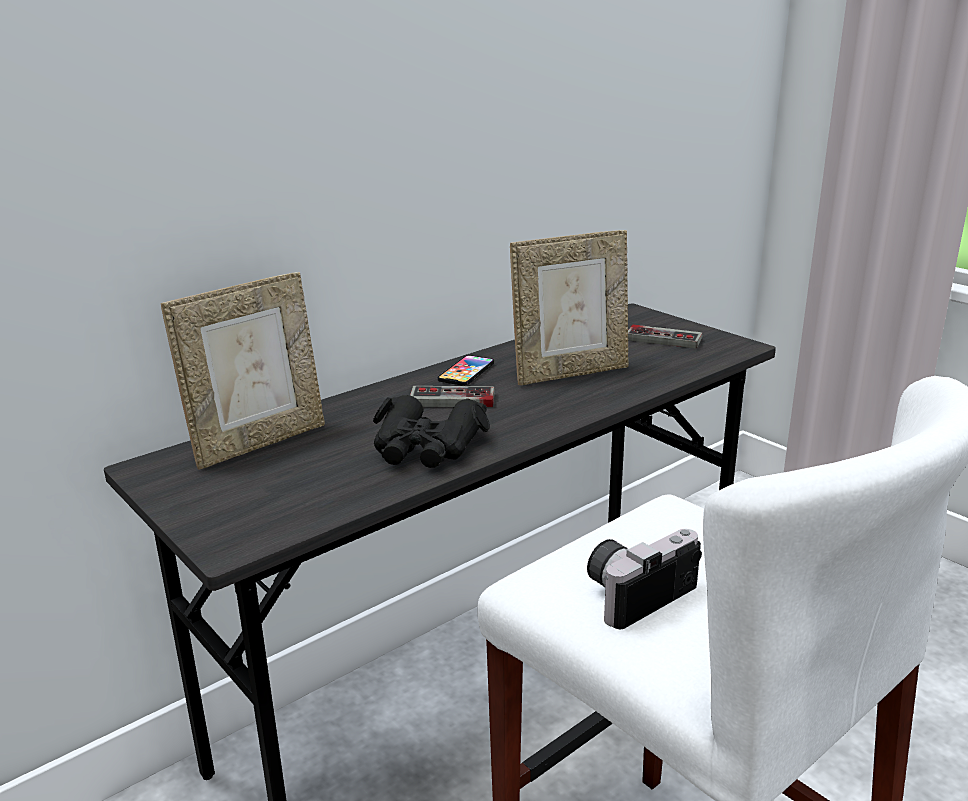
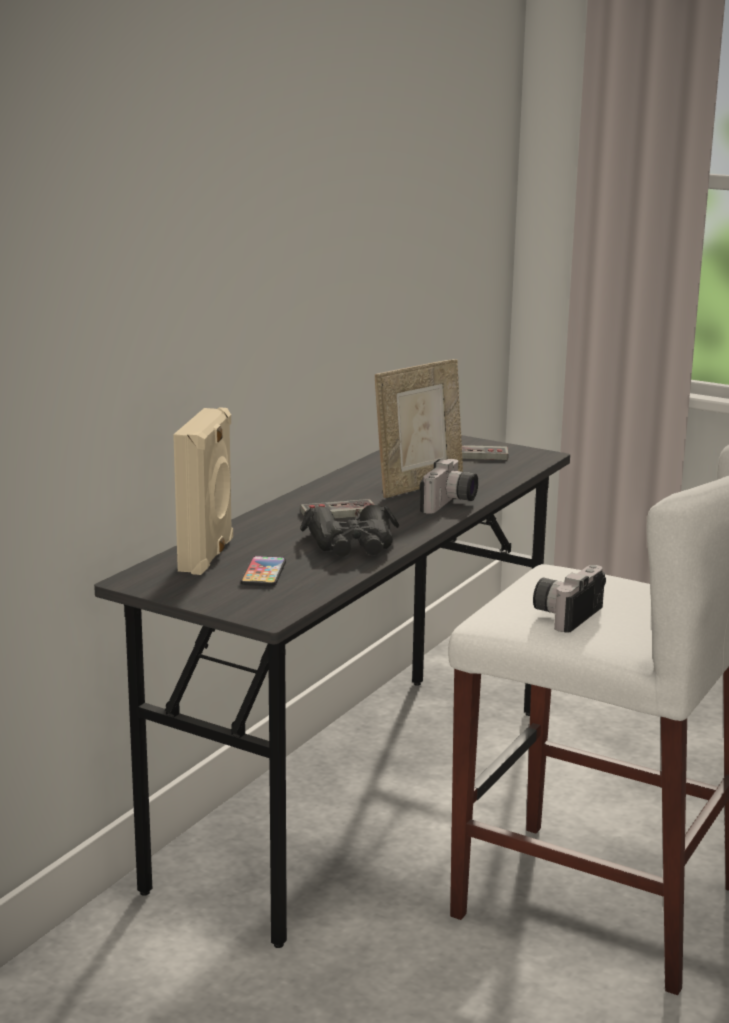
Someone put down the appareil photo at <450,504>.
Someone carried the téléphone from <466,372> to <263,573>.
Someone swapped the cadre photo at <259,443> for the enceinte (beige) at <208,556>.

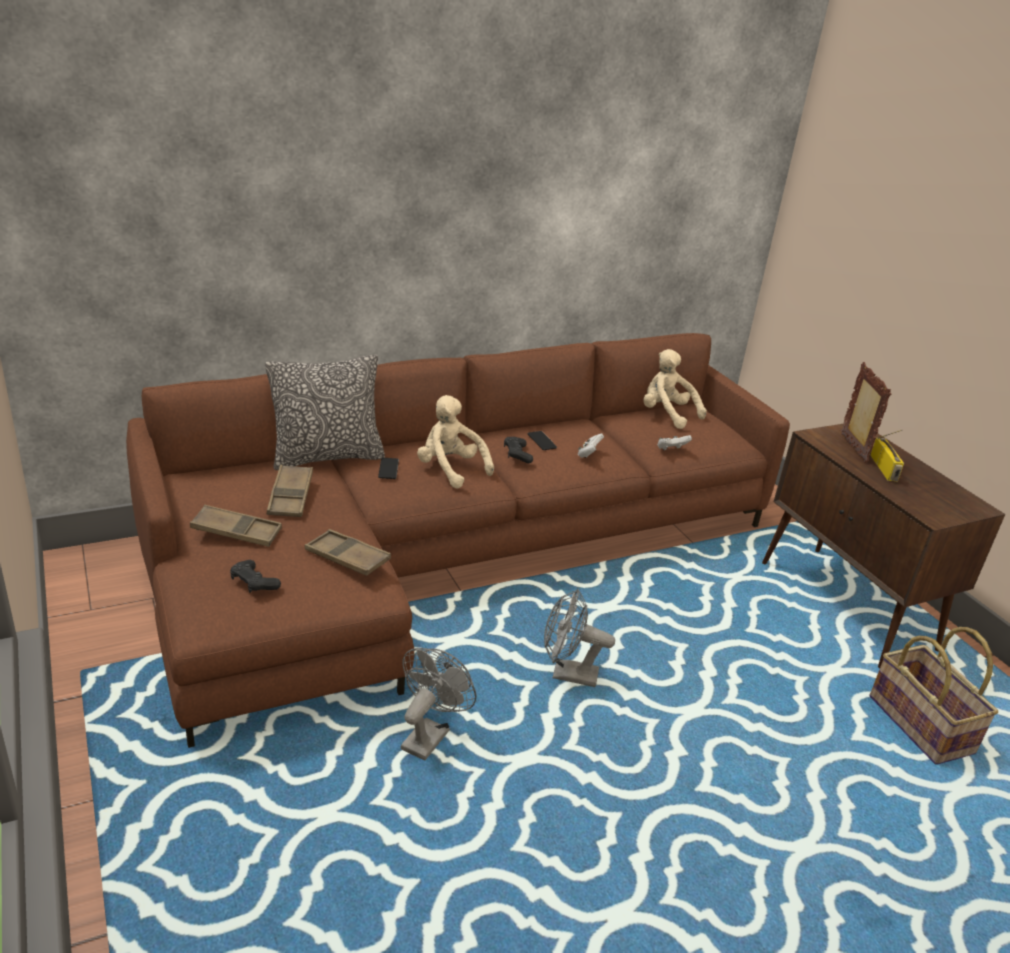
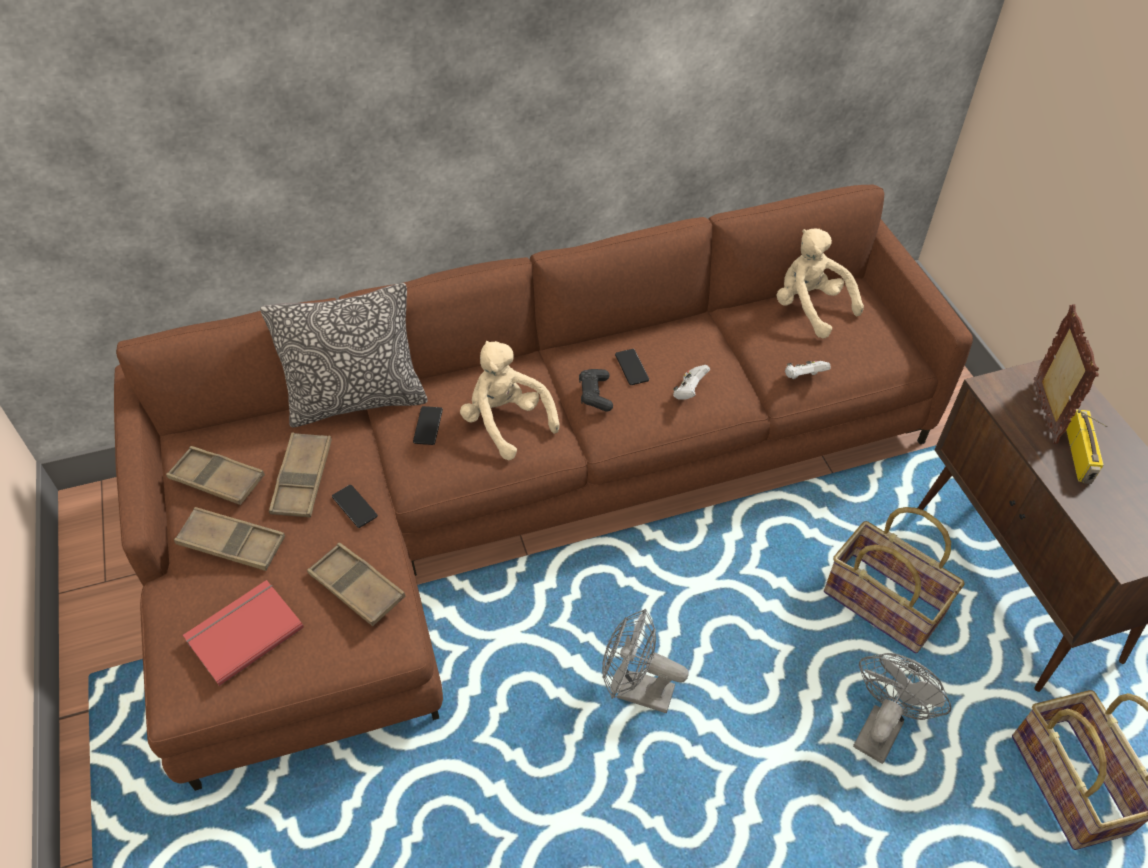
Someone put down the plateau (marron) at <217,480>.
Someone put down the téléphone at <354,506>.
Someone put down the panier at <884,603>.
Someone carried the ventilateur (gris) from <429,735> to <881,727>.
Someone swapped the manette (noir) at <254,583> for the livre (rouge) at <243,632>.

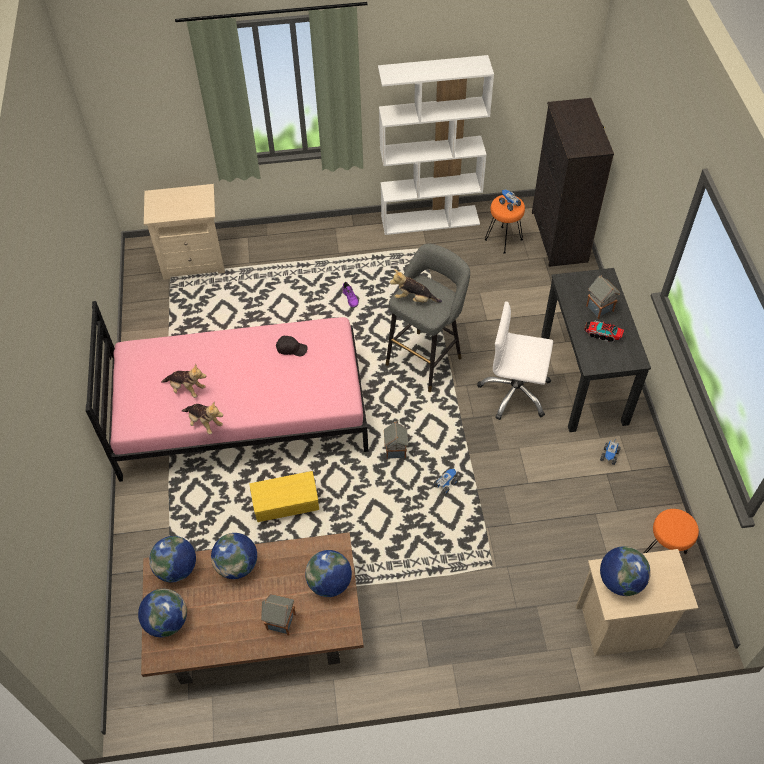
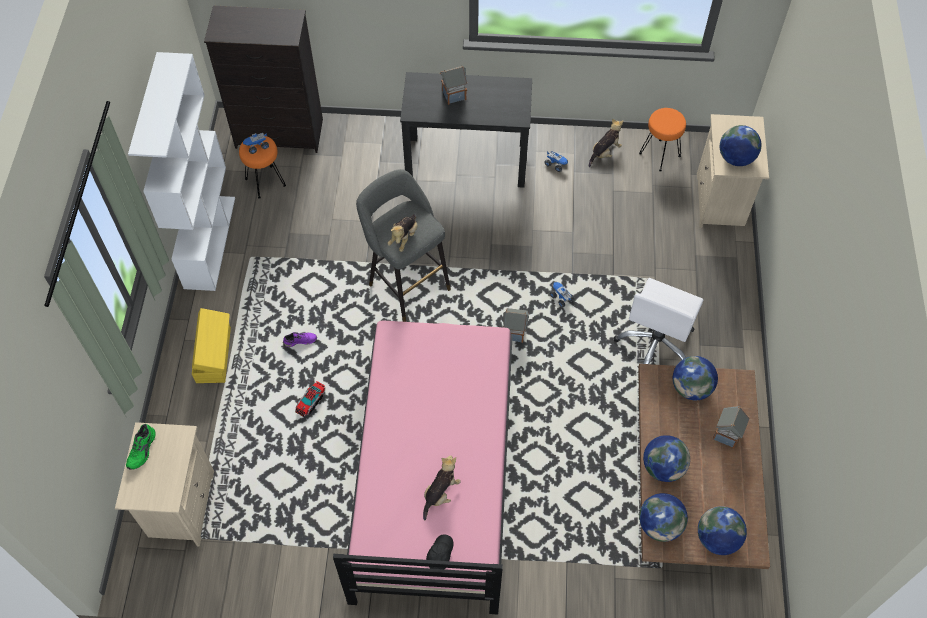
Someone put down the chaussure (vert) at <143,450>.
Someone carried the peluche from <204,423> to <604,152>.
Someone carried the boîte de rangement (jaune) from <287,504> to <214,354>.
Someone carried the casquette (noir) from <291,349> to <440,554>.
Someone carried the chaise de bureau (blanc) from <515,393> to <655,344>.
Someone carried the camion jouet from <602,334> to <310,402>.

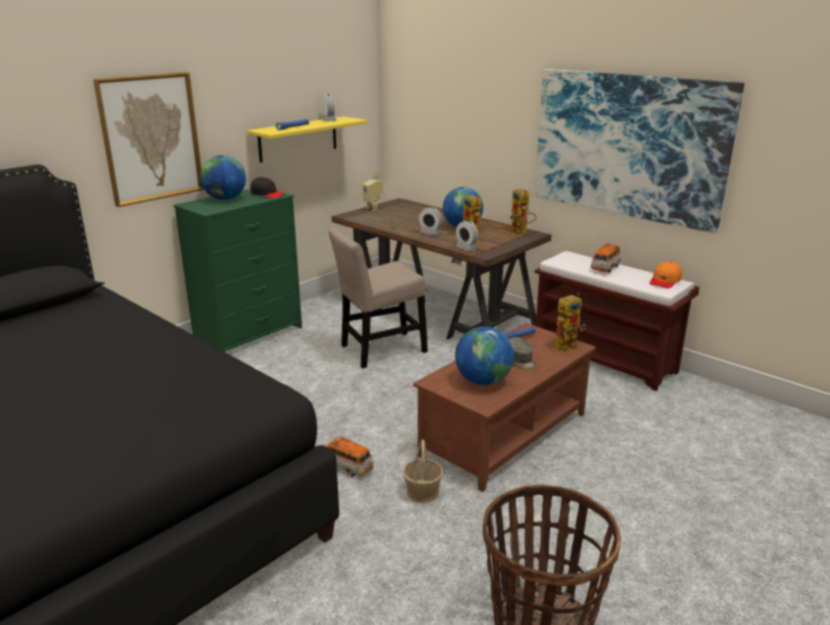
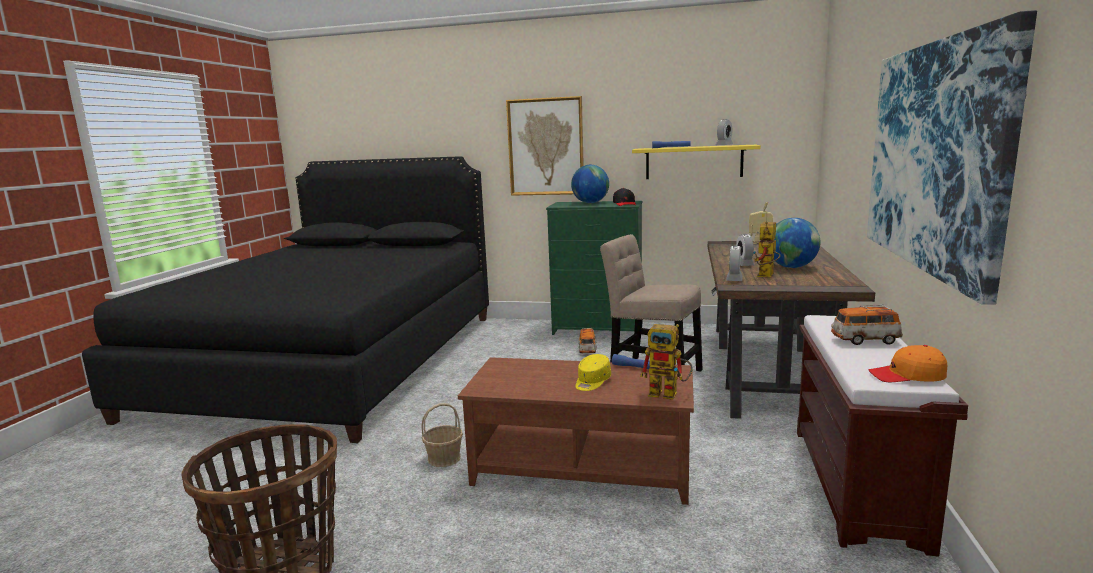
Someone took away the globe at <483,381>.
Someone took away the robot jouet at <521,232>.
Someone carried the petite voiture from <349,467> to <587,350>.
Someone repainted the casquette (gris) at <520,361>, which became the casquette (jaune) at <592,382>.

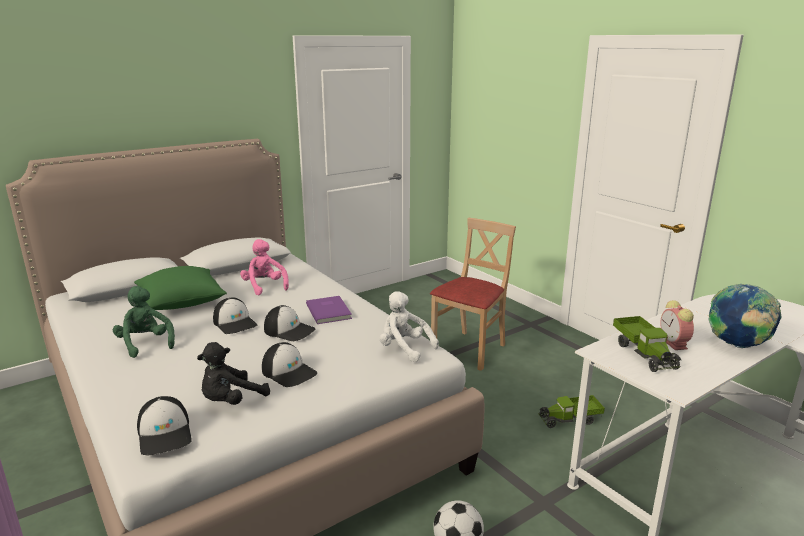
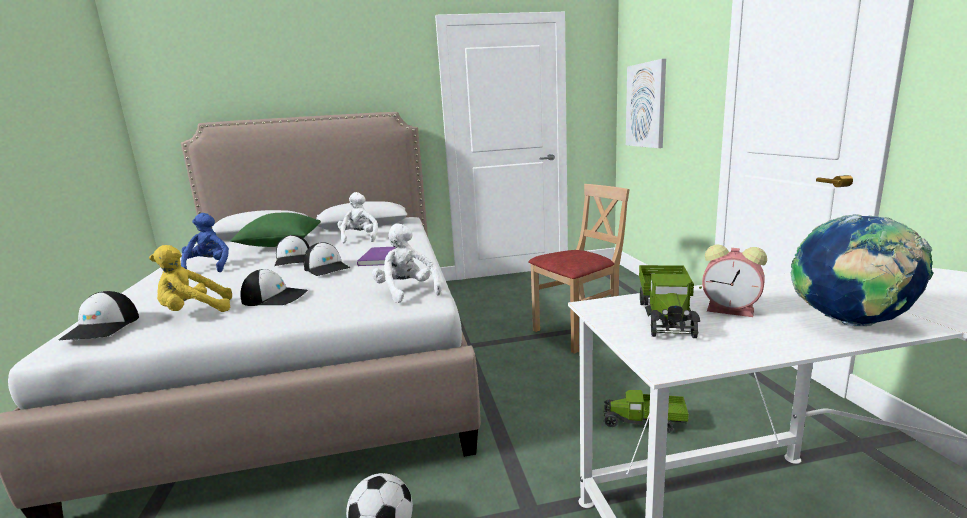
Someone put up the tableau at <646,105>.
Someone repainted the peluche (vert) at <146,344>, which became the peluche (bleu) at <209,267>.
Someone repainted the peluche (noir) at <231,401>, which became the peluche (jaune) at <194,312>.
Someone repainted the peluche (rose) at <264,286>, which became the peluche (blanc) at <359,238>.
Someone rotated the casquette at <289,372> by 60 degrees counterclockwise.
Someone rotated the réveil at <674,344> by 75 degrees counterclockwise.

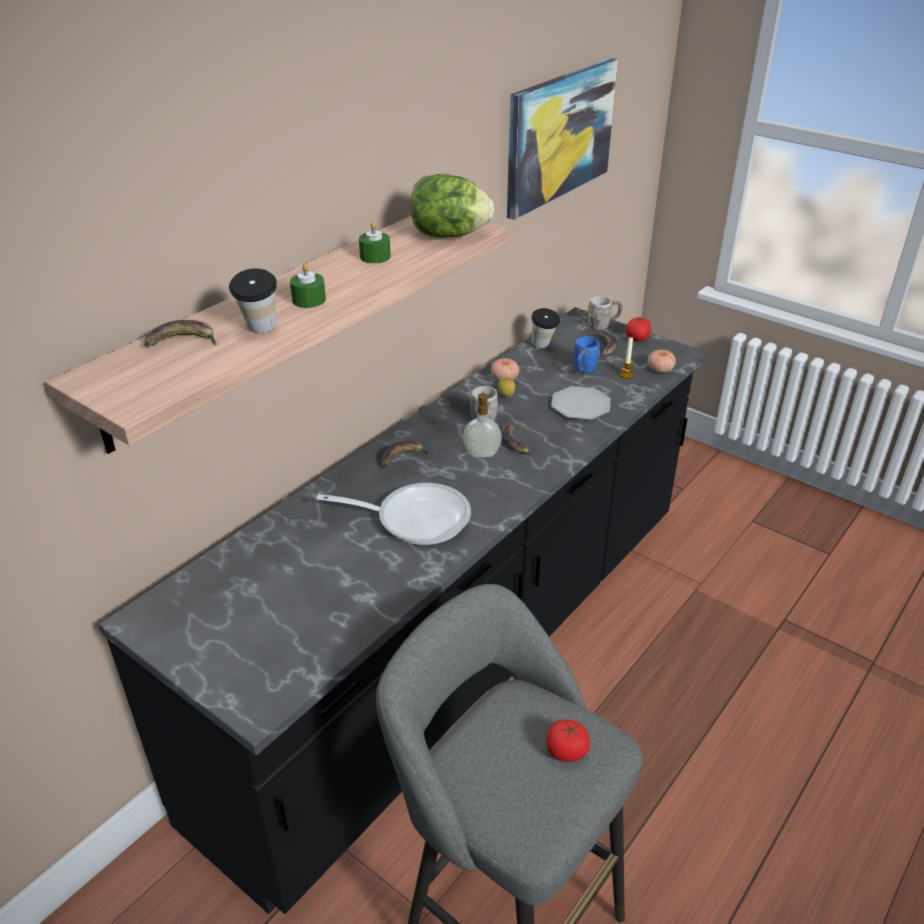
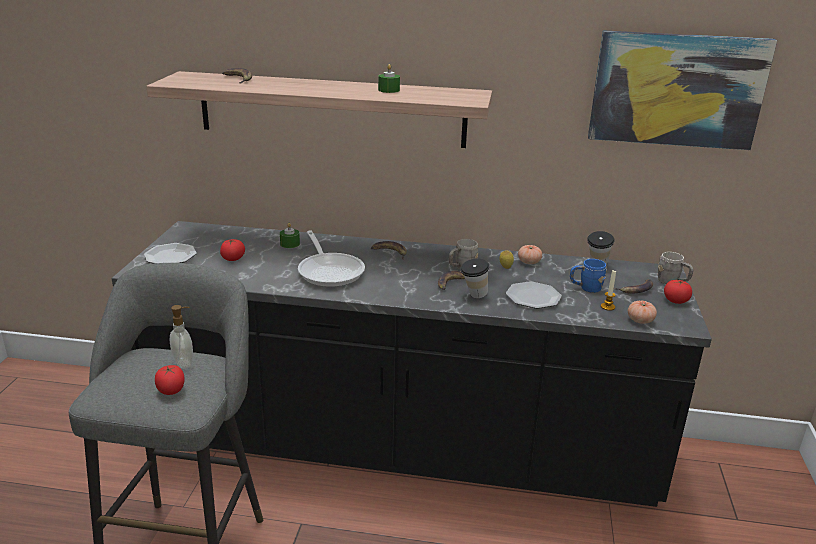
Someone took away the laitue at <449,235>.
Someone put down the assiette at <171,256>.
Someone put down the tomate at <233,258>.
Someone carried the tasse from <260,331> to <473,296>.
Someone carried the bougie (vert) from <309,300> to <290,244>.
Someone carried the distributeur de savon from <482,453> to <184,363>.

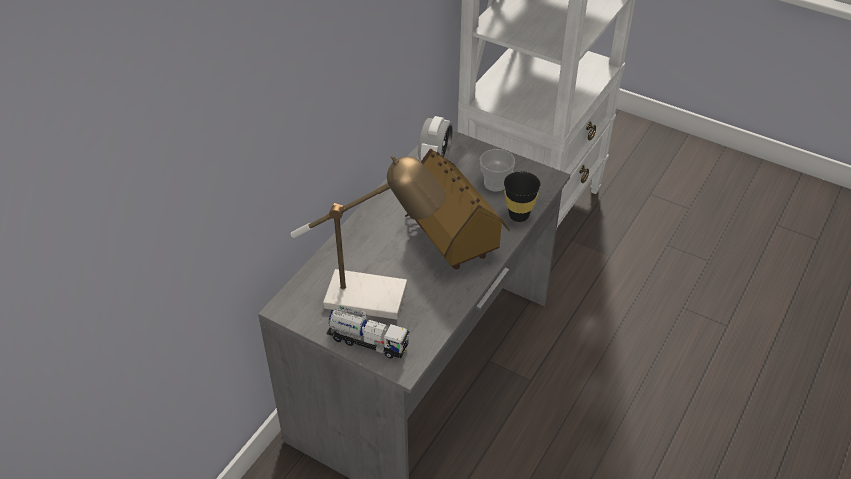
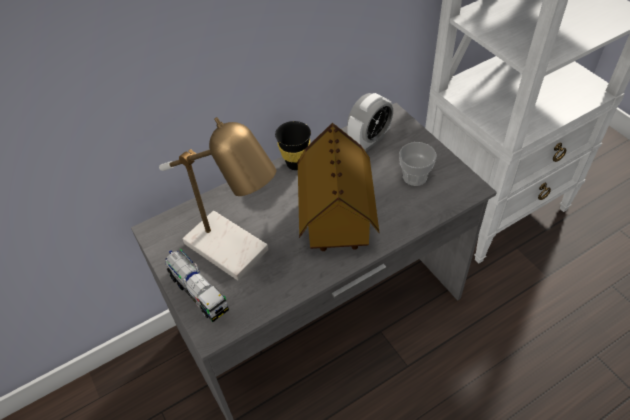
Someone carried the tasse (noir) from <519,215> to <296,163>.

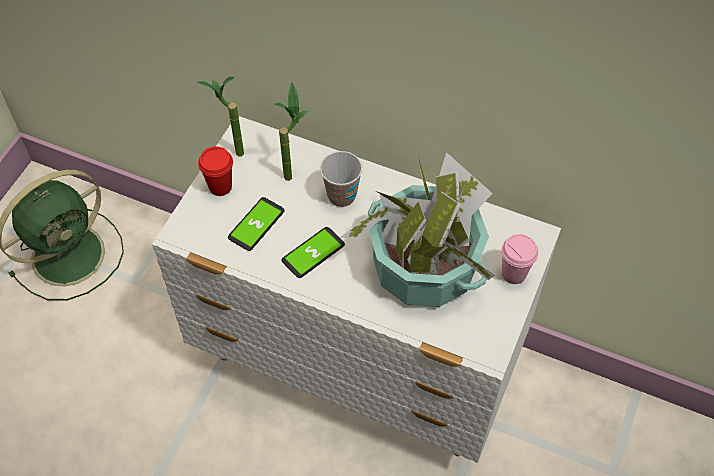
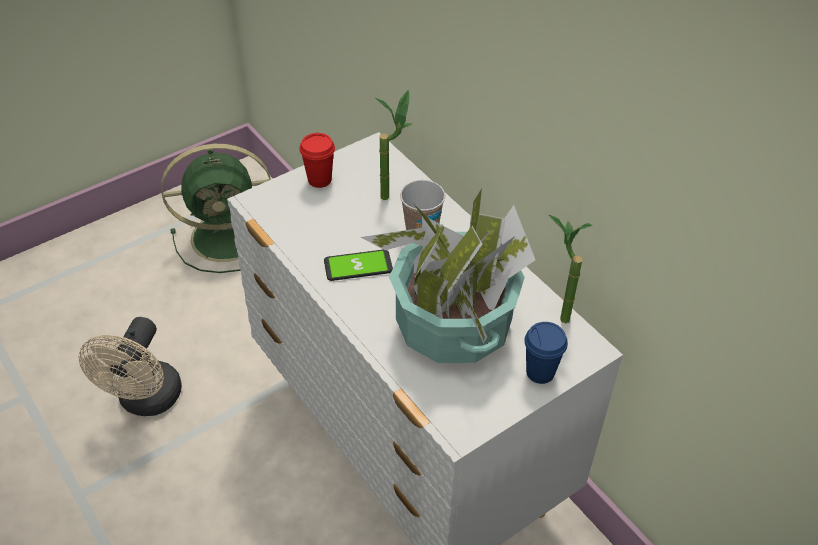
Someone took away the téléphone at <256,224>.
Someone put down the ventilateur (beige) at <146,401>.
Someone carried the plante en pot from <231,152> to <556,314>.
Someone repainted the tasse (rose) at <513,274>, which became the tasse (bleu) at <540,372>.

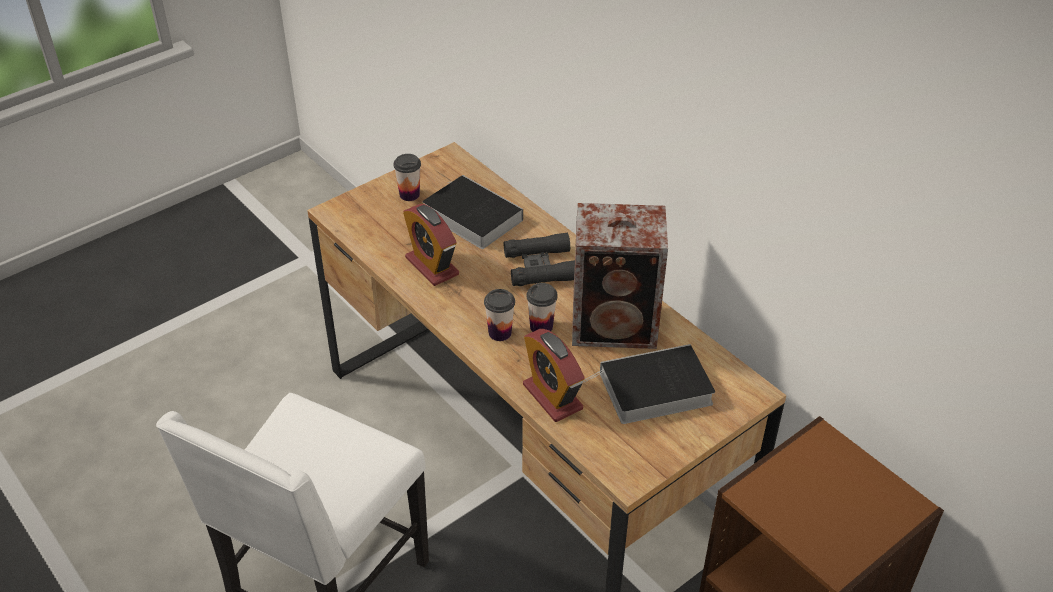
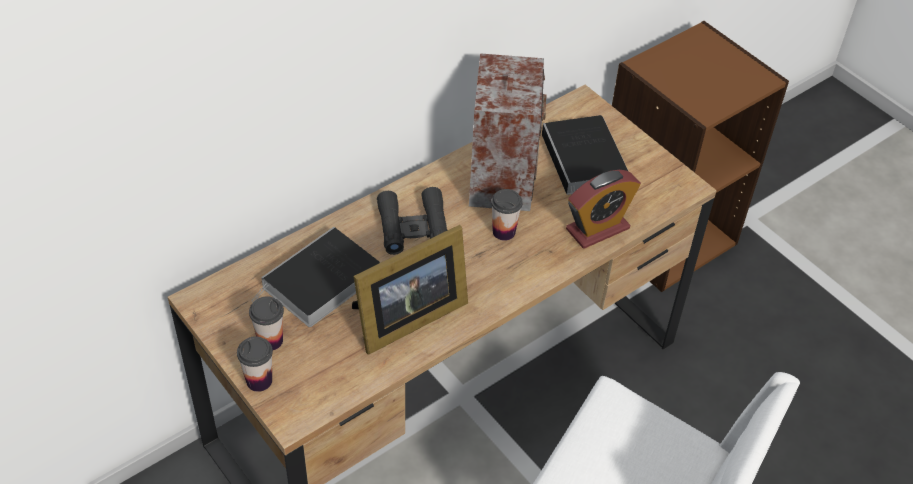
Someone carried the tasse from <500,333> to <259,381>.
Someone swapped the réveil at <432,266> for the cadre photo at <406,318>.

